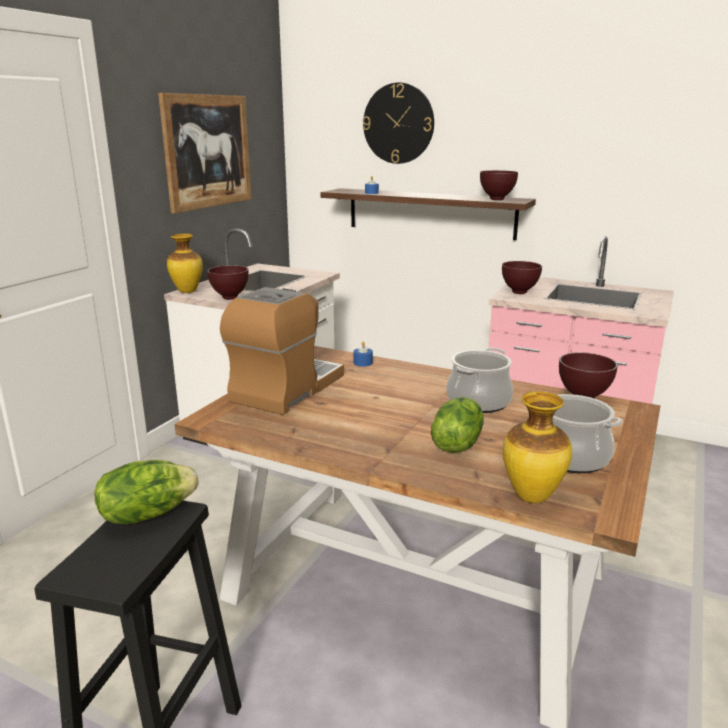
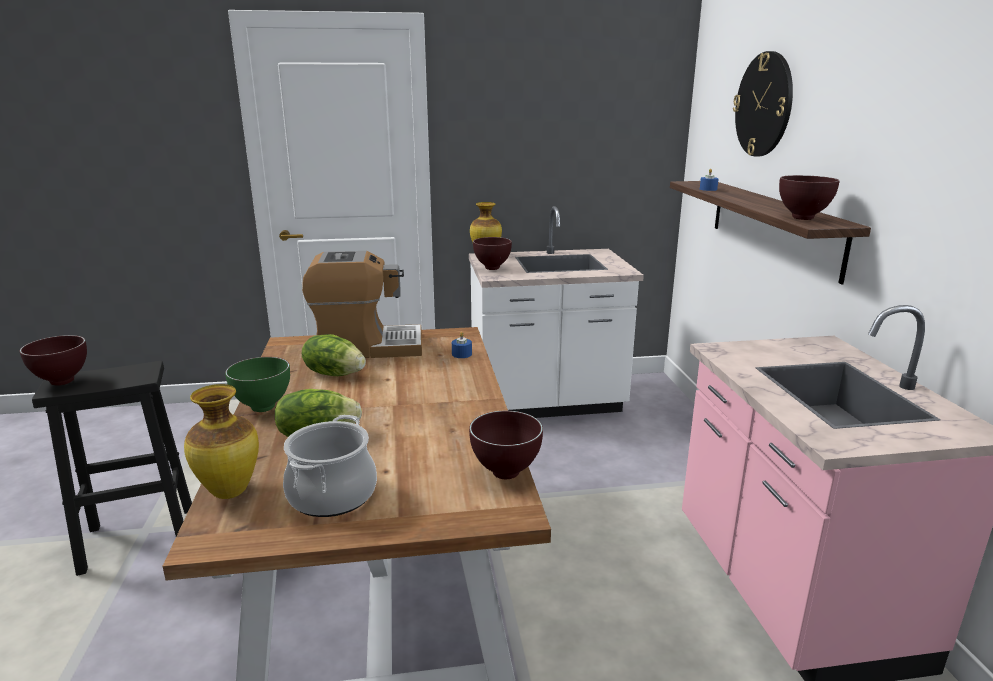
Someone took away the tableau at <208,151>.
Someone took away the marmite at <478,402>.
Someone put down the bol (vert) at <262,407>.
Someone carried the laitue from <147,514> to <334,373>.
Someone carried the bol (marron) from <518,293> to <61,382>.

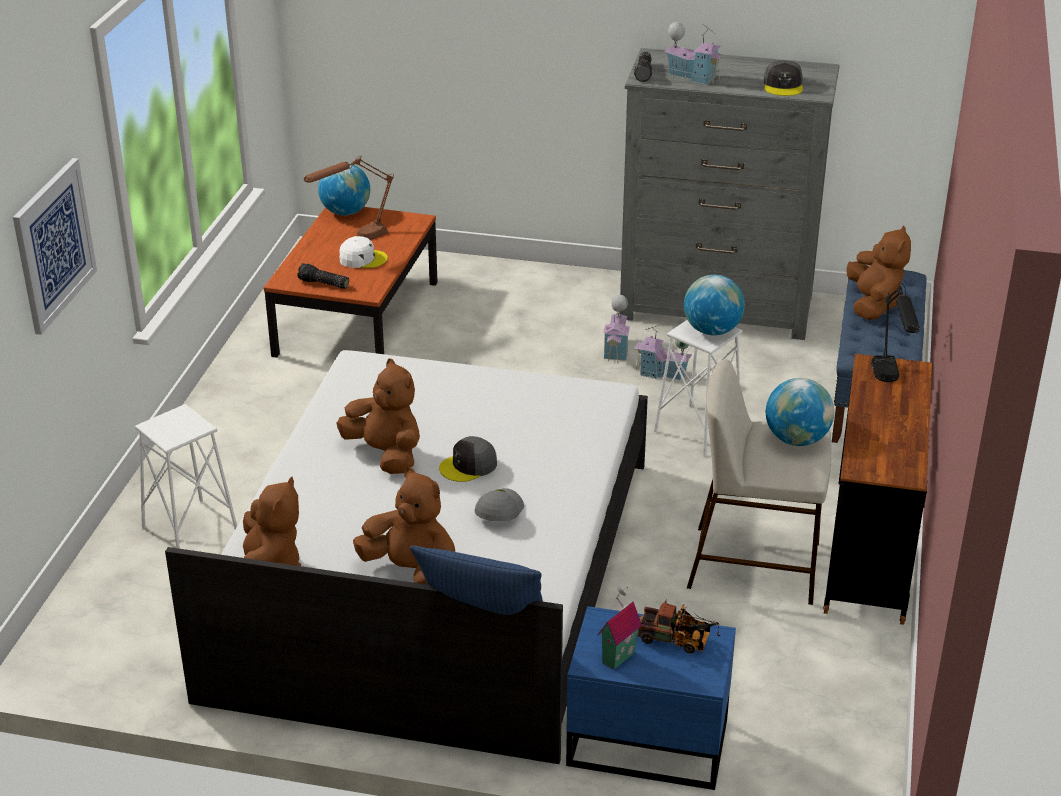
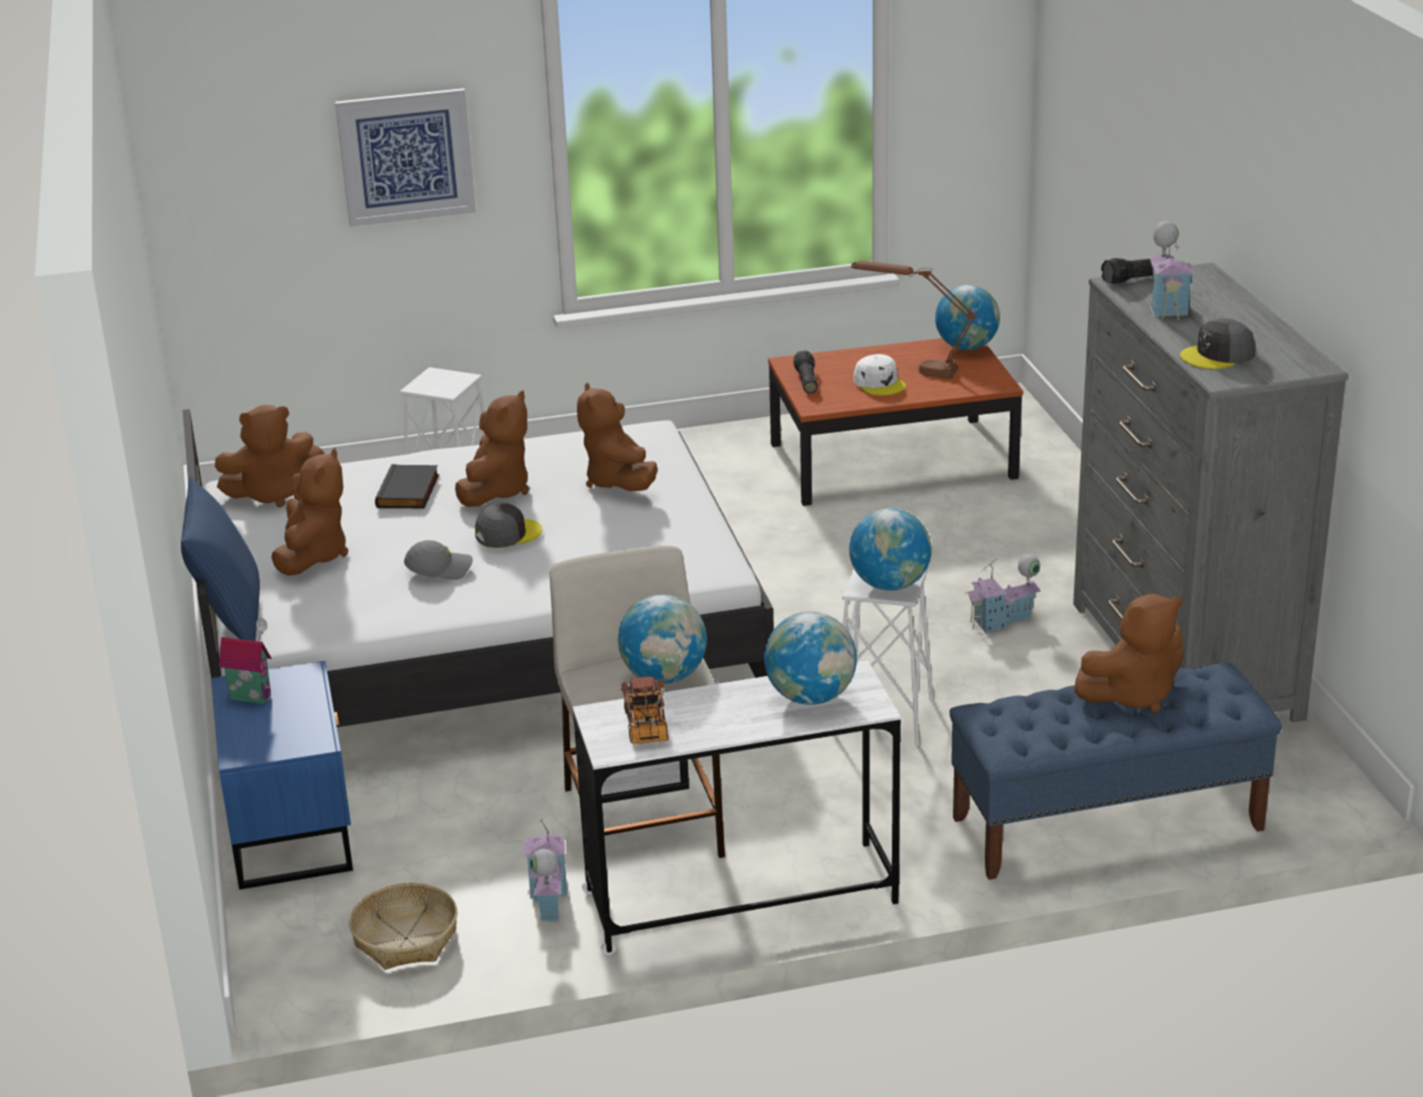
Someone put down the panier at <405,938>.
Someone put down the livre (noir) at <409,491>.
Someone put down the peluche (marron) at <619,482>.
Someone carried the maison miniature from <661,373> to <548,899>.
Someone carried the camion jouet from <678,640> to <646,729>.
Someone swapped the lampe de table (noir) at <889,385> for the globe at <811,697>.
Someone repainted the bureau (marron) at <869,549>, which became the bureau (blanc) at <740,898>.
Someone rotated the casquette (gris) at <468,466> by 120 degrees clockwise.

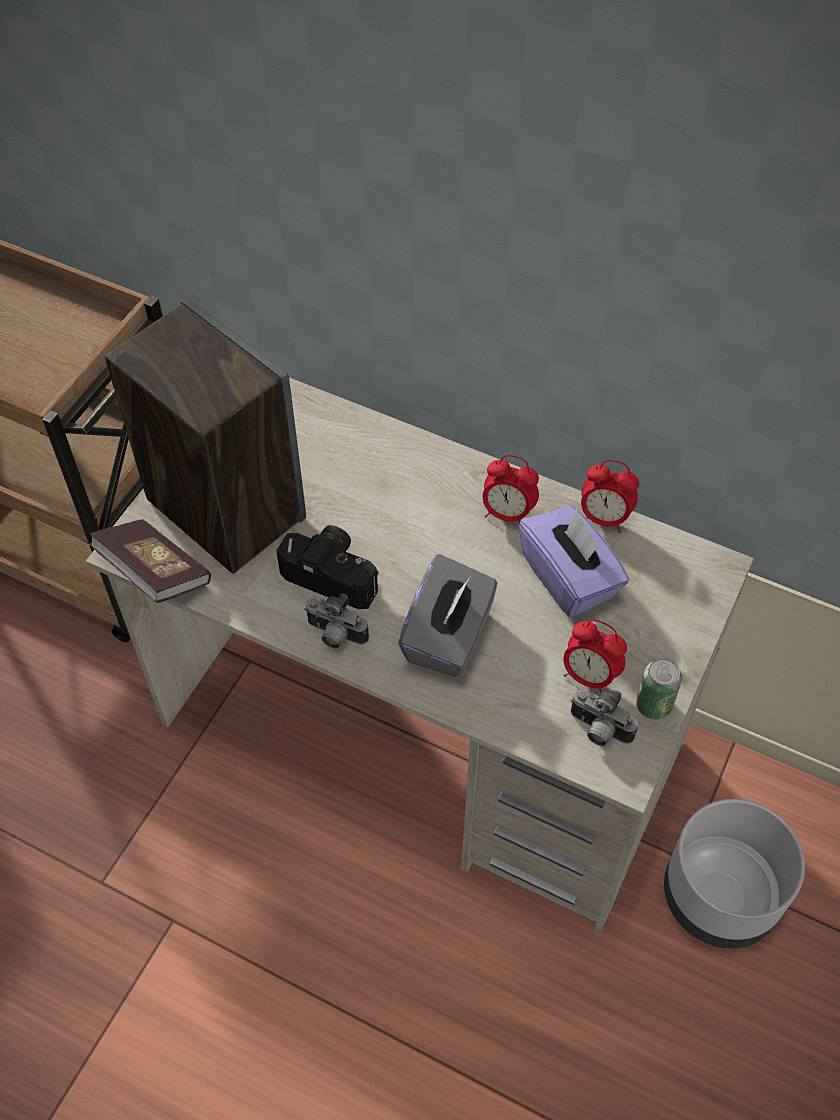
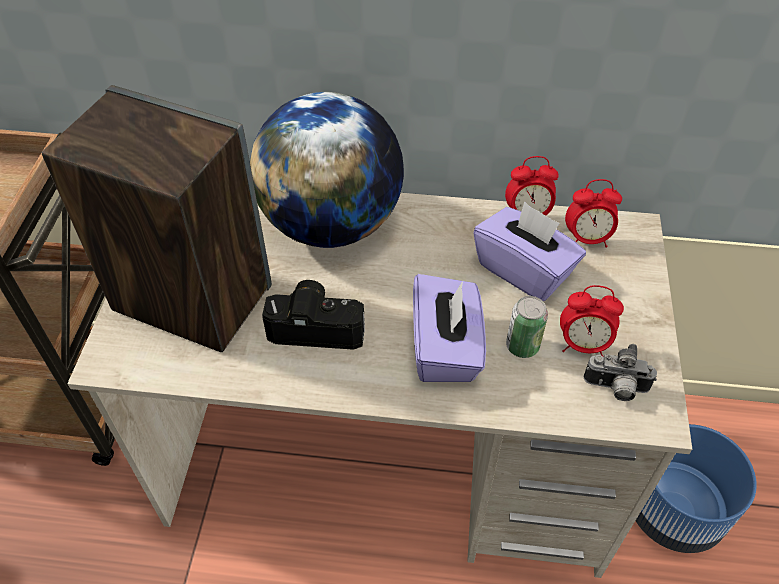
Someone took away the livre at <154,573>.
Someone took away the appareil photo at <335,635>.
Someone put down the globe at <332,224>.
Someone carried the réveil from <507,513> to <587,239>.
Someone carried the boîte métallique from <653,705> to <522,346>.
Someone repainted the boîte à mouchoirs (gris) at <448,636>, which became the boîte à mouchoirs (violet) at <446,348>.
Someone repainted the cache-pot (gris) at <720,896>, which became the cache-pot (bleu) at <674,510>.

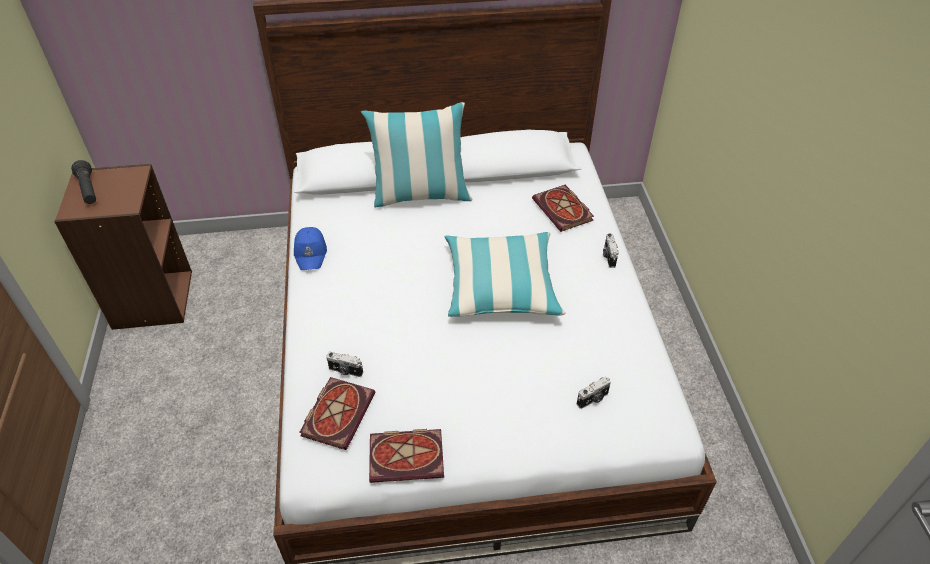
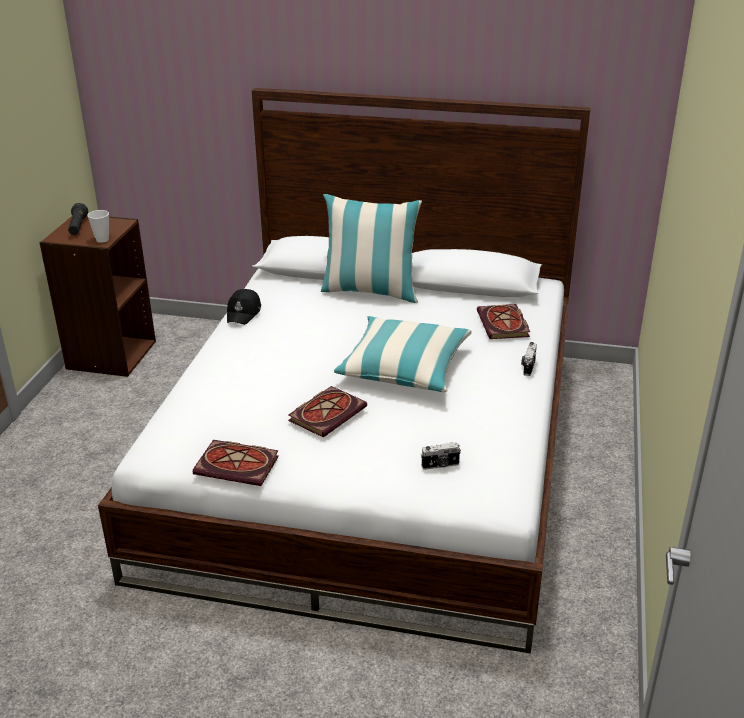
Someone took away the appareil photo at <345,371>.
Someone put down the tasse at <102,240>.
Someone carried the livre from <337,413> to <327,413>.
Someone repainted the casquette (bleu) at <311,252>, which became the casquette (noir) at <244,313>.

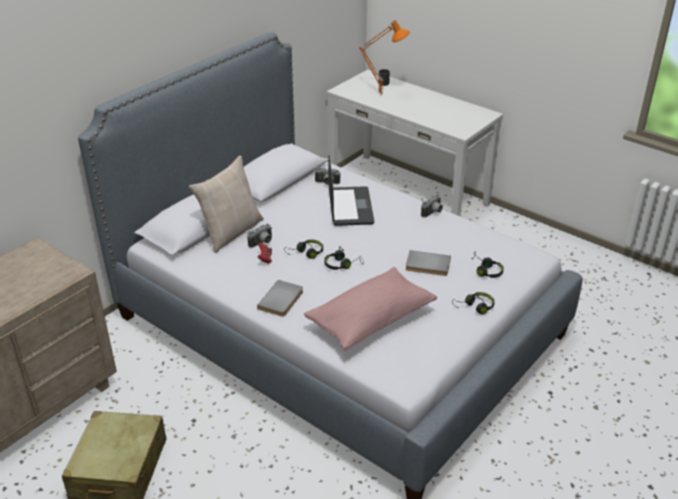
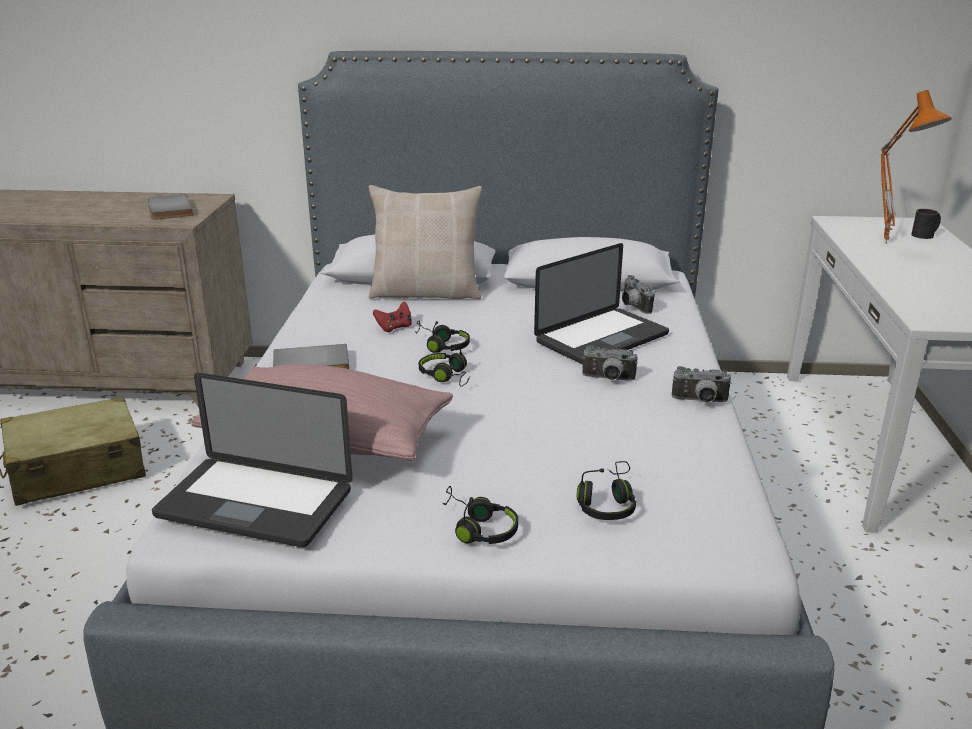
Someone put down the ordinateur portable at <255,504>.
Someone carried the appareil photo from <262,243> to <608,379>.
Someone carried the livre (gris) from <427,265> to <168,210>.

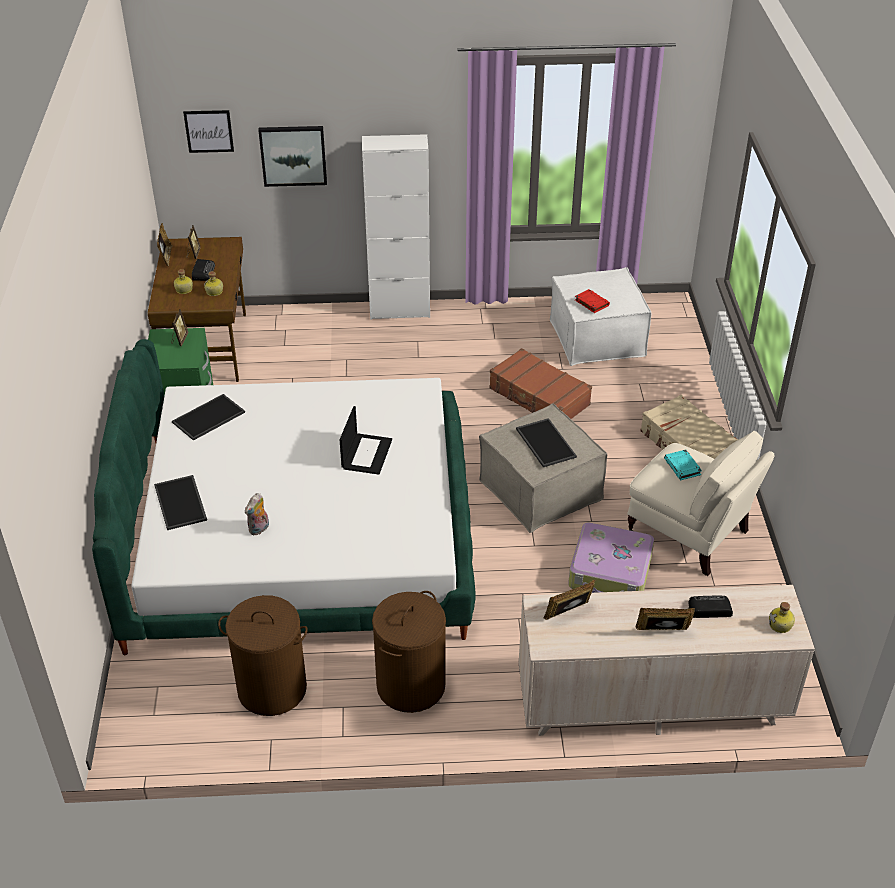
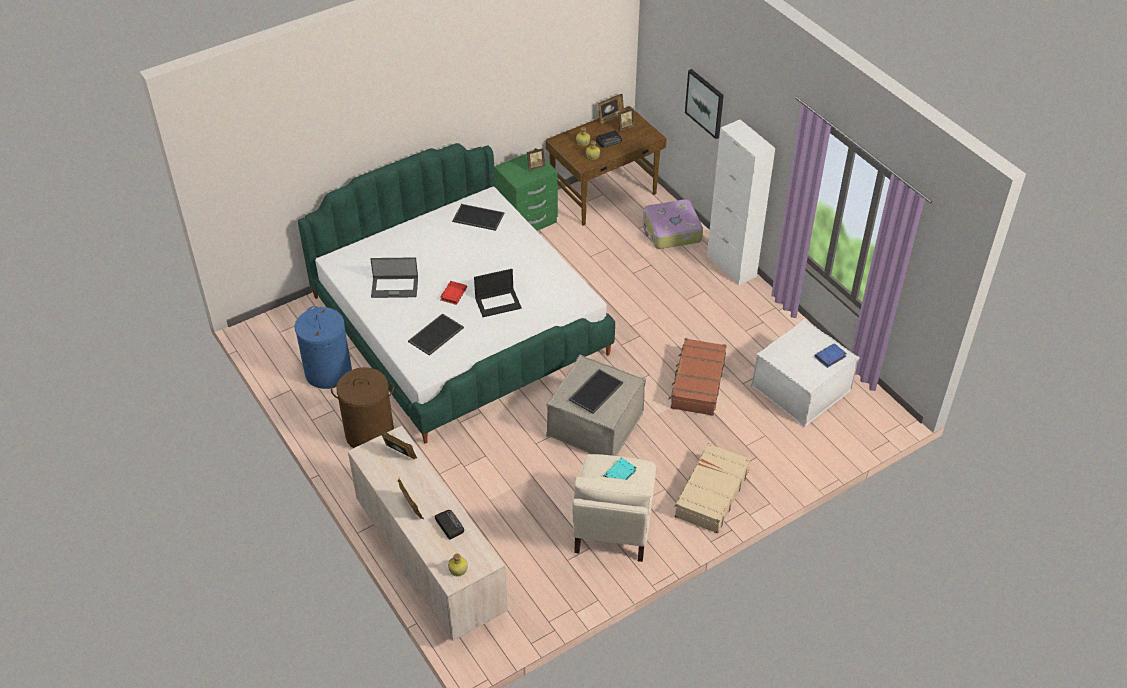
Someone took away the tableau at <209,131>.
Someone put down the livre (bleu) at <830,357>.
Someone carried the plateau from <181,503> to <436,335>.
Someone carried the valise from <610,572> to <671,231>.
Someone carried the livre (rouge) from <591,303> to <453,294>.
Someone swapped the peluche at <259,529> for the ordinateur portable at <394,287>.
Someone repainted the panier à linge (marron) at <271,689>, which became the panier à linge (bleu) at <328,372>.

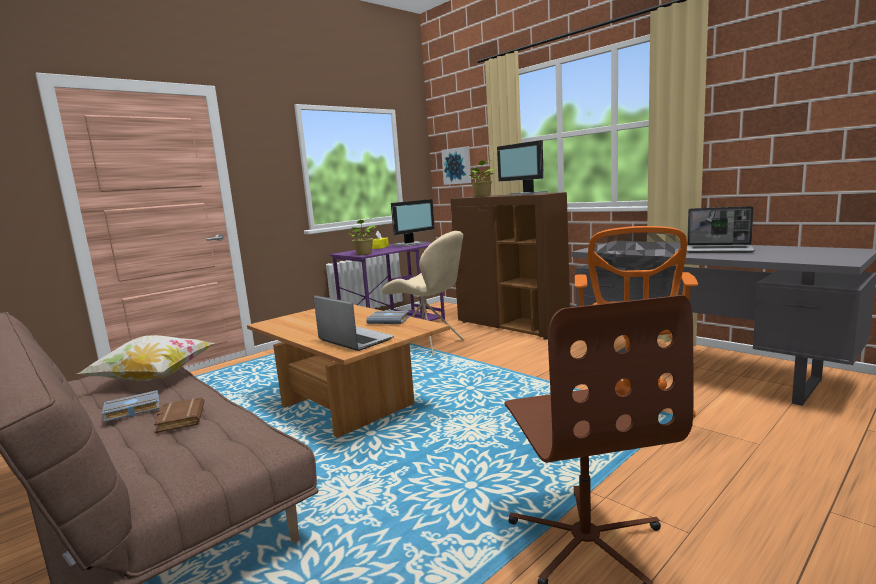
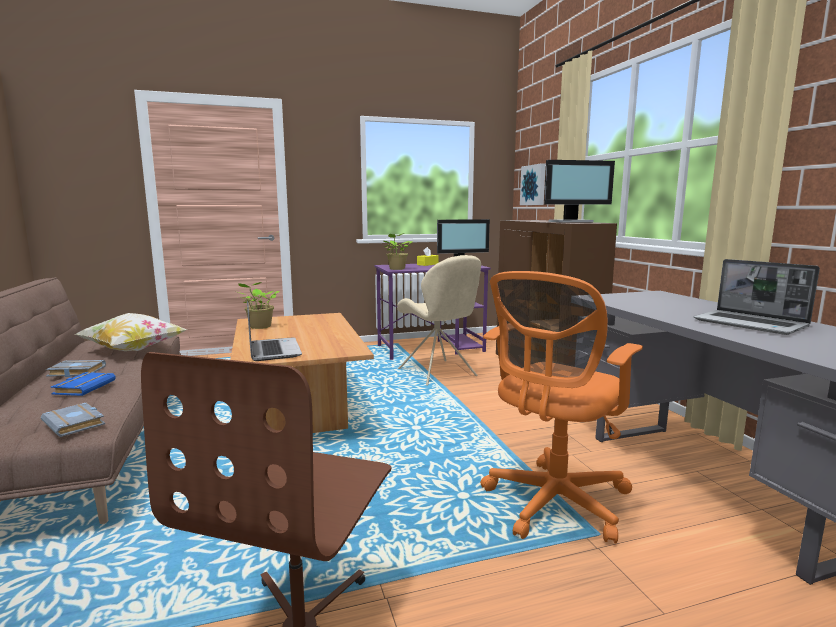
Someone carried the livre (gris) from <389,320> to <76,424>.
Someone carried the plante en pot from <482,196> to <259,327>.
Someone repainted the livre (marron) at <179,419>, which became the livre (bleu) at <84,387>.
Someone rotated the écran d'ordinateur at <527,194> by 90 degrees counterclockwise.

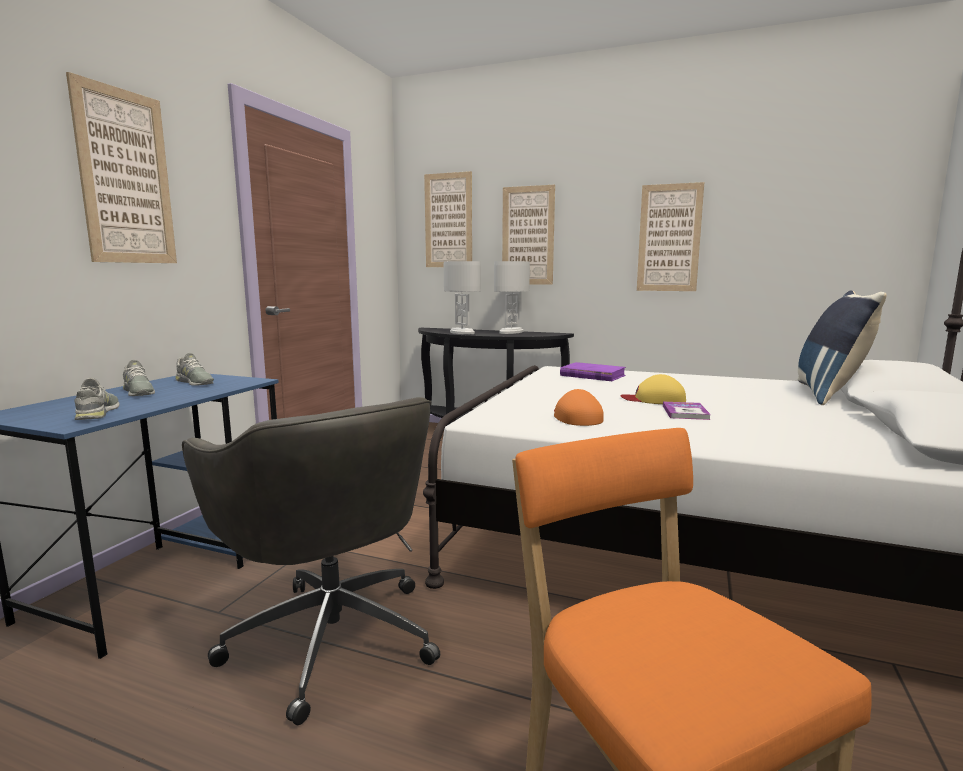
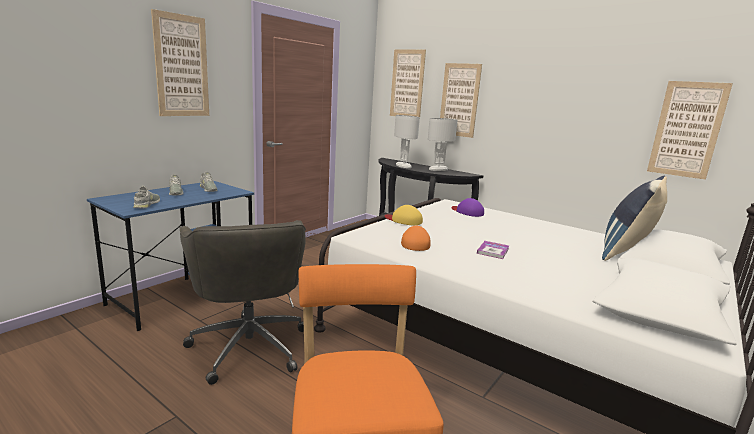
Someone carried the casquette (jaune) from <654,399> to <403,220>.
Someone carried the tableau from <669,238> to <687,129>.
Someone swapped the livre (violet) at <592,375> for the casquette (violet) at <467,212>.

